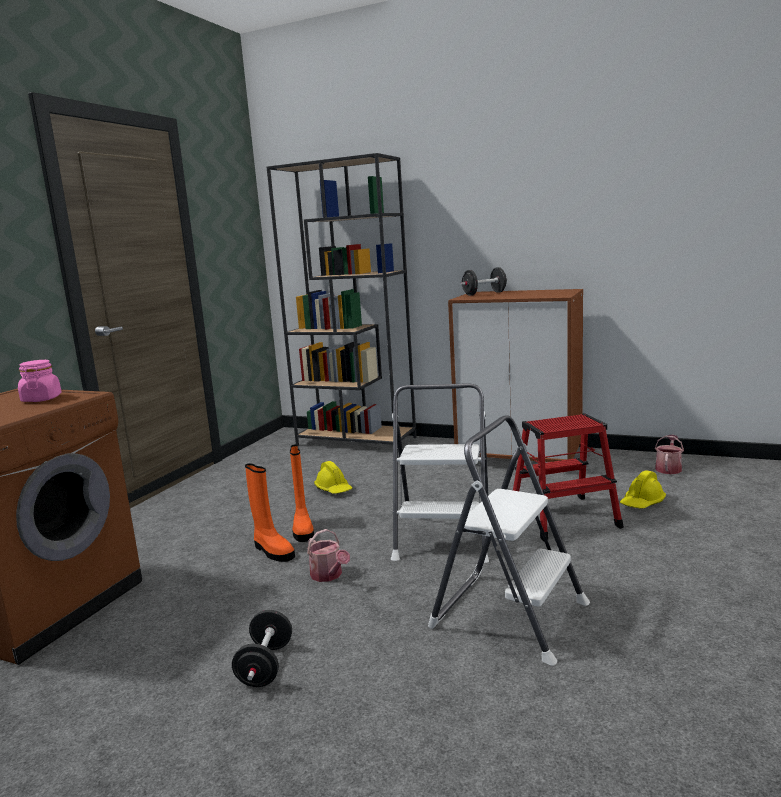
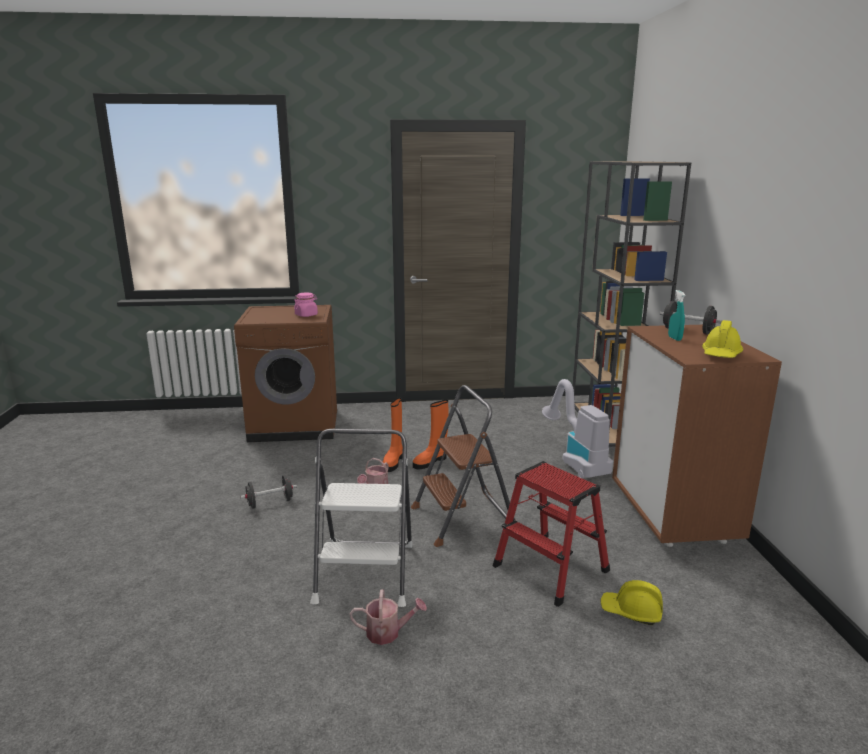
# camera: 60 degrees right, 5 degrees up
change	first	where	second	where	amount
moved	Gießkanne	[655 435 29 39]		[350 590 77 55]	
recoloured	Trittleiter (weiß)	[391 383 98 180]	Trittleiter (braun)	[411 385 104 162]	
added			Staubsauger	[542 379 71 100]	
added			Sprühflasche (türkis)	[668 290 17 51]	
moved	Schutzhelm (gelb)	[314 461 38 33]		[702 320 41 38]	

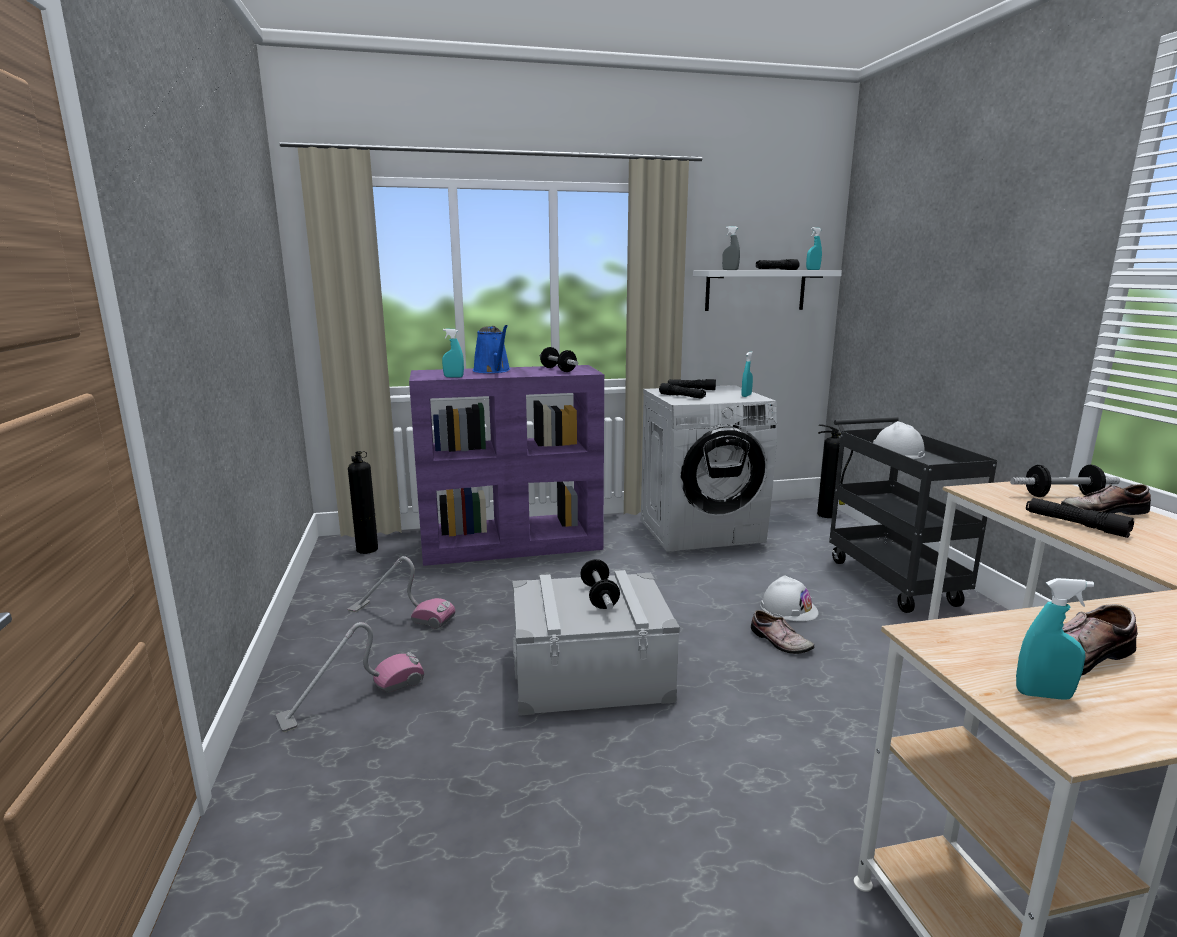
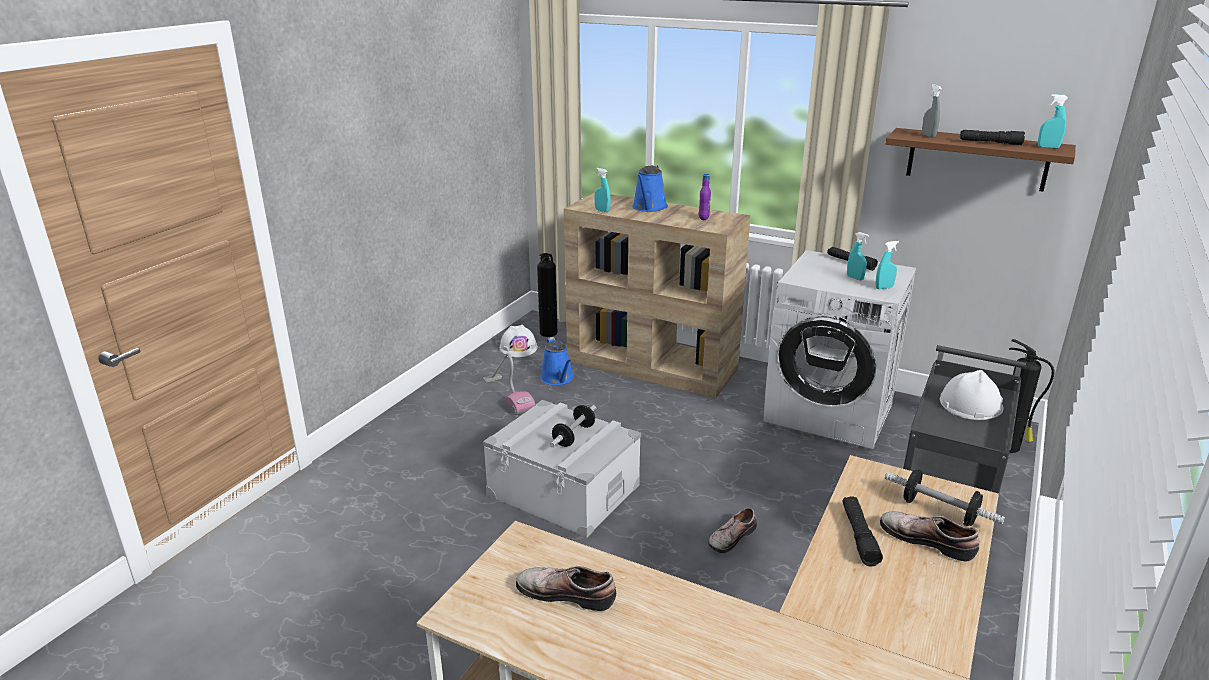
# camera: 40 degrees right, 10 degrees up
change	first	where	second	where	amount
moved	Schutzhelm (weiß)	[760 575 59 46]		[500 325 38 32]	
added			Gießkanne (blau)	[540 337 34 48]	
recoloured	Bücherregal (lila)	[409 365 195 201]	Bücherregal (braun)	[564 192 186 206]	
replaced	Hantel	[540 347 38 25]	Flasche (lila)	[699 174 12 46]	
turned	Schuh	[751 610 63 44]		[708 507 49 46]	45 degrees clockwise
moved	Sprühflasche (türkis)	[1016 578 78 122]		[847 232 22 48]	
recoloured	Wandregal (weiß)	[693 270 149 41]	Wandregal (braun)	[885 128 191 63]	
removed	Staubsauger	[276 622 148 110]			
removed	Taschenlampe (schwarz)	[659 383 47 16]			

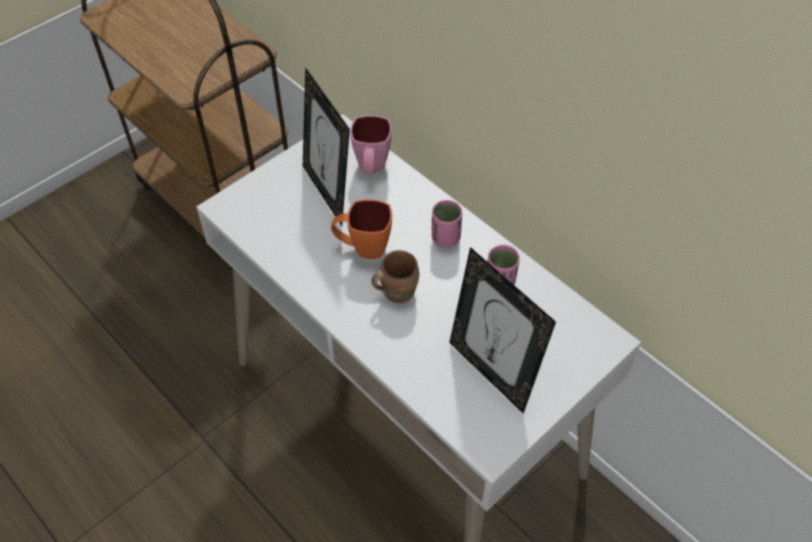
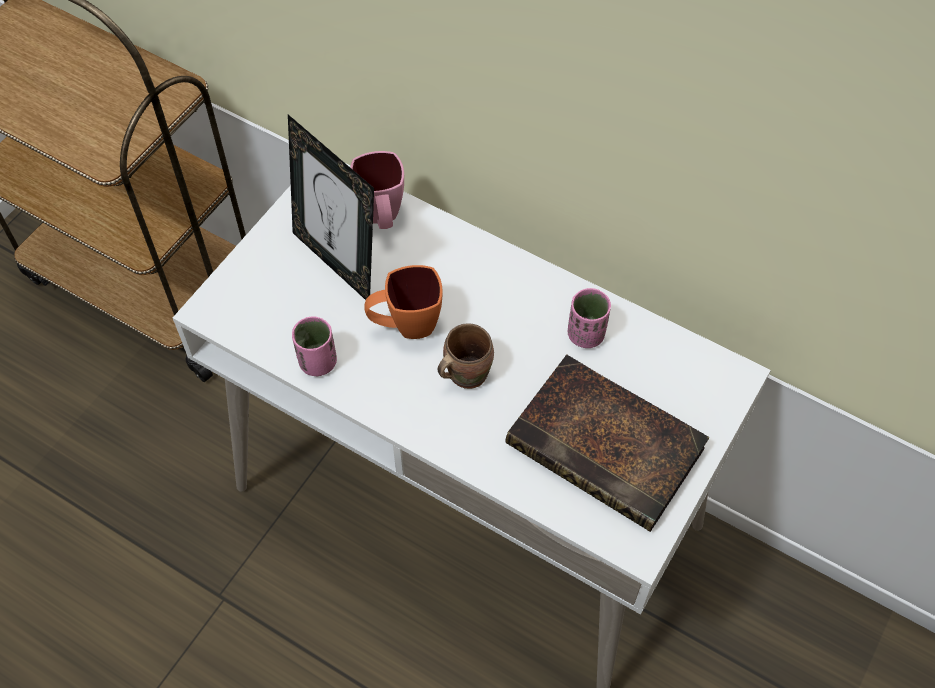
# camera: 15 degrees left, 5 degrees up
change	first	where	second	where	amount
moved	Tasse (rosa)	[432 200 30 48]		[292 316 45 60]	
replaced	Bilderrahmen	[449 247 107 167]	Buch	[505 354 204 178]	

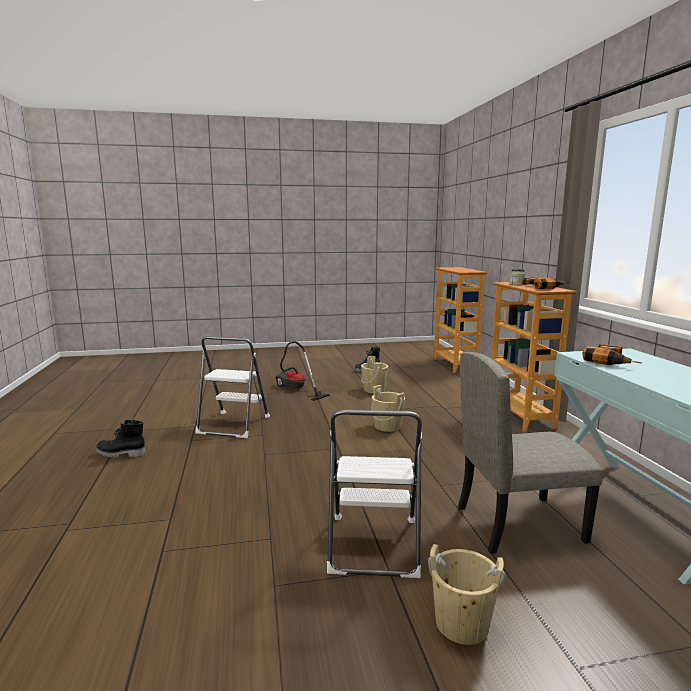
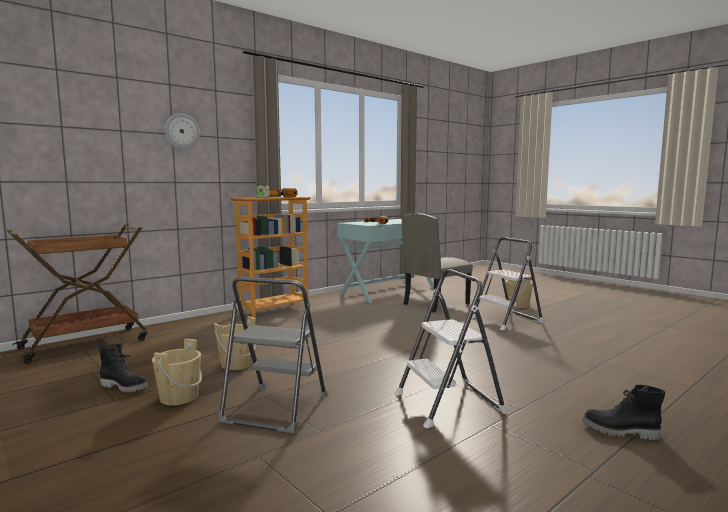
# camera: 120 degrees left, 5 degrees down
change	first	where	second	where	amount
replaced	Bücherregal	[434 267 54 106]	Rollwagen (braun)	[6 224 142 140]	
moved	Eimer (beige)	[371 385 34 47]		[152 339 50 66]	
added			Wanduhr	[165 113 35 37]	
replaced	Staubsauger	[275 341 56 60]	Trittleiter (grau)	[218 277 111 157]	
turned	Stuhl (beige)	[458 352 146 202]		[402 213 71 100]	90 degrees clockwise
turned	Stiefel (schwarz)	[96 420 50 37]		[582 385 84 55]	135 degrees clockwise

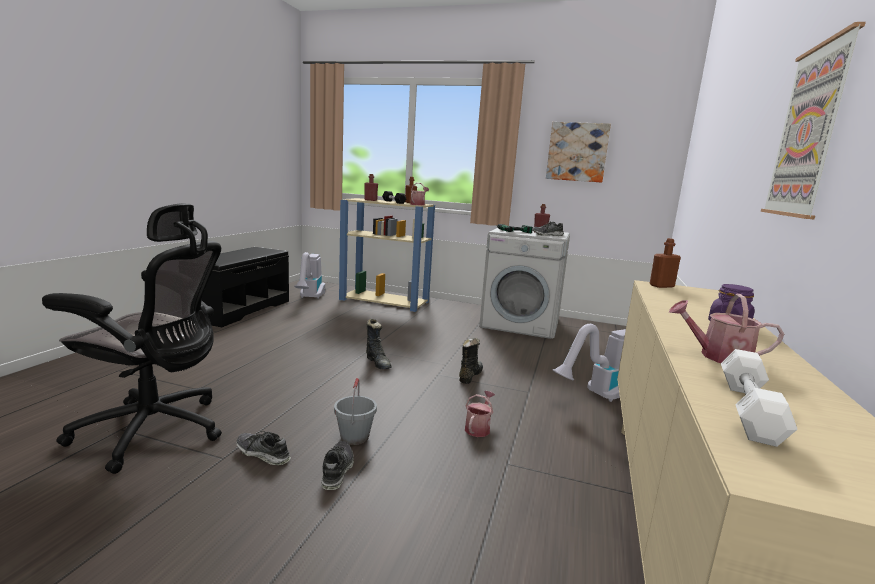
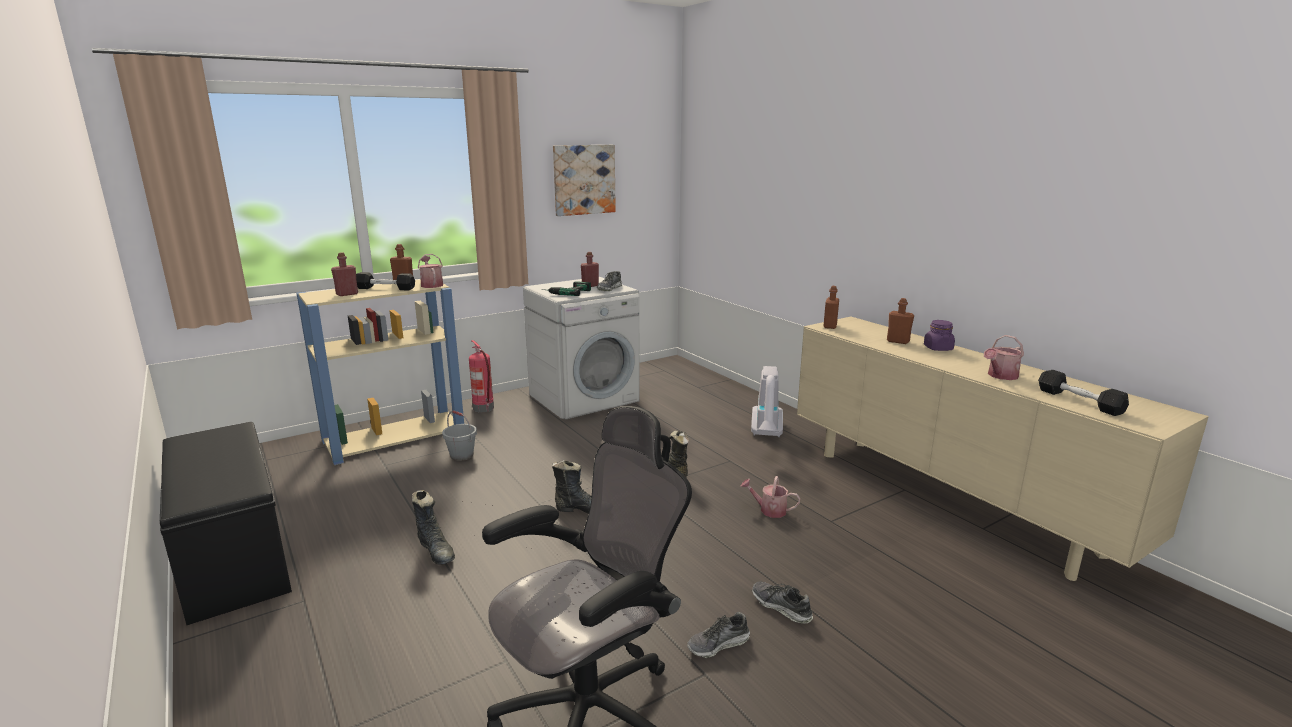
# camera: 50 degrees left, 5 degrees up
change	first	where	second	where	amount
added			Stiefel (schwarz)	[412 490 43 75]	
moved	Eimer (grau)	[334 378 43 67]		[442 410 35 51]	
added			Feuerlöscher	[469 340 25 72]	
turned	Gießkanne	[465 391 30 46]		[741 476 60 42]	45 degrees counterclockwise
added			Flasche (braun)	[887 298 27 46]	
recoloured	Hantel (weiß)	[721 349 77 98]	Hantel (schwarz)	[1038 370 91 46]	
removed	Staubsauger	[294 252 31 47]			
removed	Bild	[761 22 105 197]			

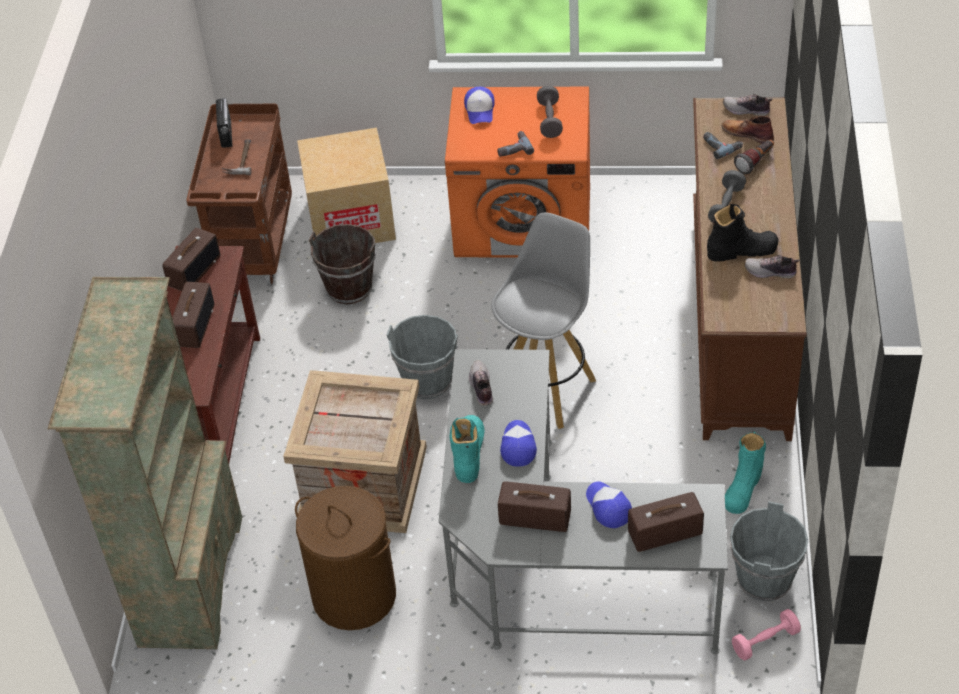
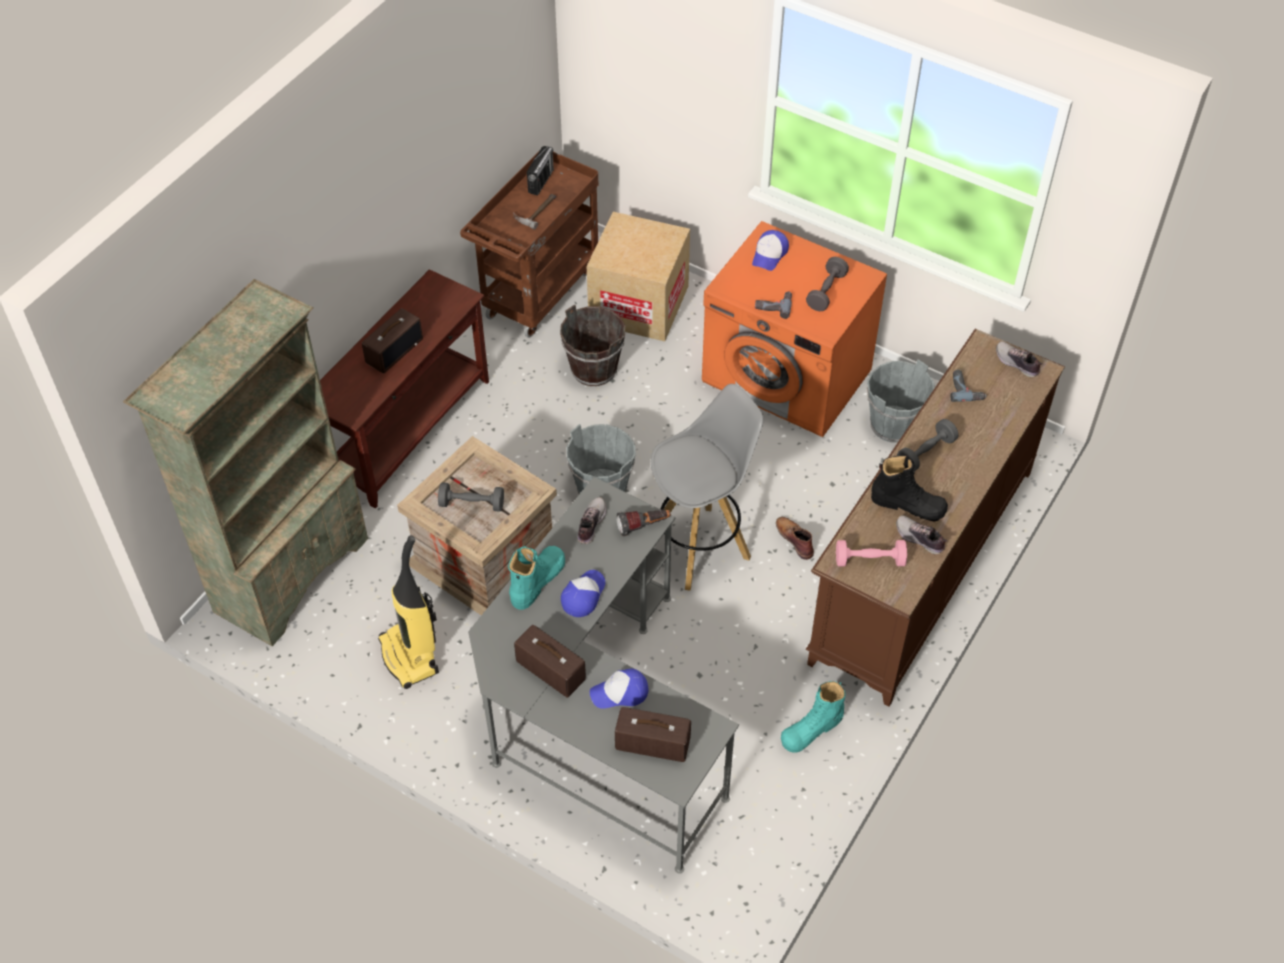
# camera: 25 degrees right, 5 degrees up
change	first	where	second	where	amount
replaced	Wäschekorb (braun)	[295 486 101 144]	Staubsauger	[378 535 61 154]	
added			Hantel (grau)	[438 482 66 30]	
turned	Kappe	[586 481 46 47]		[590 669 58 40]	105 degrees counterclockwise
moved	Taschenlampe	[734 140 40 35]		[617 509 54 27]	
moved	Stiefel (braun)	[722 116 52 28]		[776 517 38 43]	
moved	Hantel (rosa)	[732 609 69 51]		[836 540 71 26]	
moved	Eimer (grau)	[730 501 78 100]		[867 359 68 84]	
removed	Radio	[162 228 58 63]			

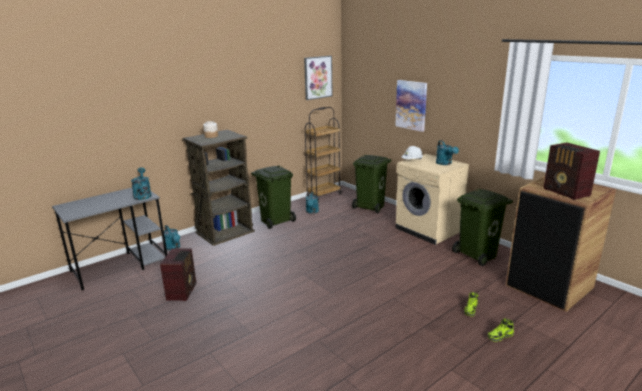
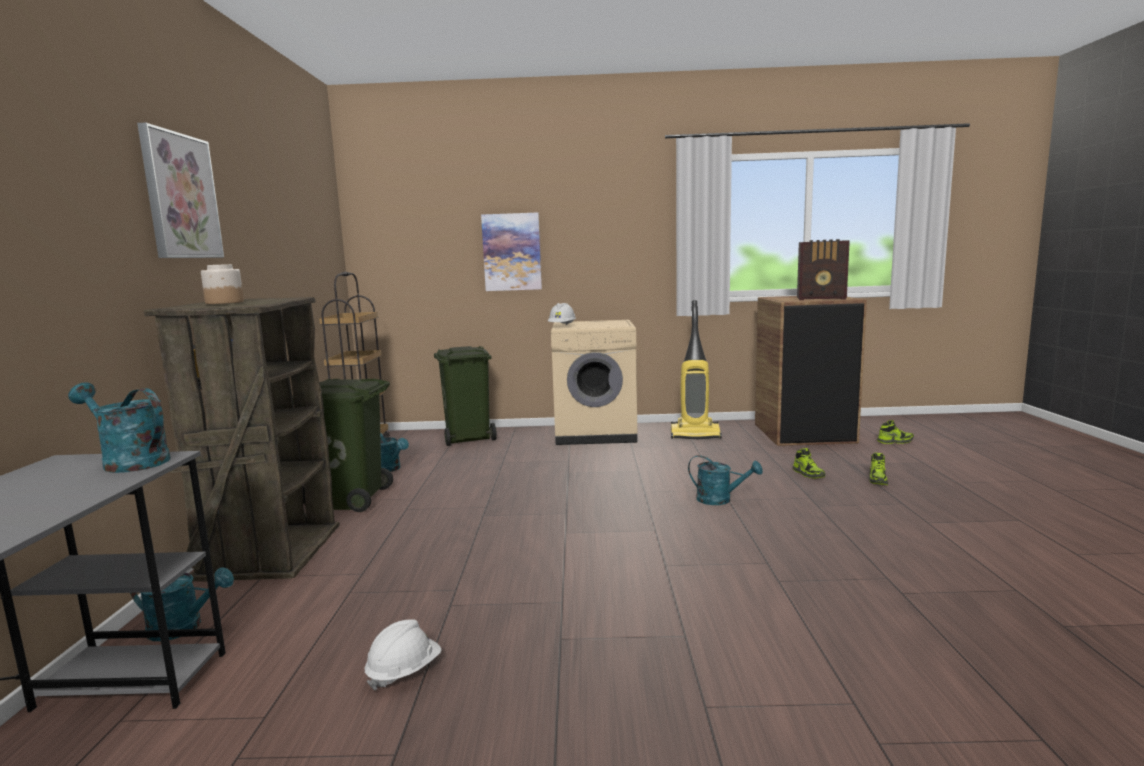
# camera: 50 degrees left, 10 degrees down
change	first	where	second	where	amount
moved	Bild	[304 56 29 44]		[137 123 87 135]	
replaced	Radio	[160 249 36 52]	Schutzhelm (weiß)	[364 619 78 72]	
replaced	Mülleimer (grün)	[452 189 61 77]	Staubsauger	[671 300 51 140]	
moved	Gießkanne (türkis)	[436 140 23 25]		[688 455 75 50]	
added			Schuh	[877 420 37 24]	

